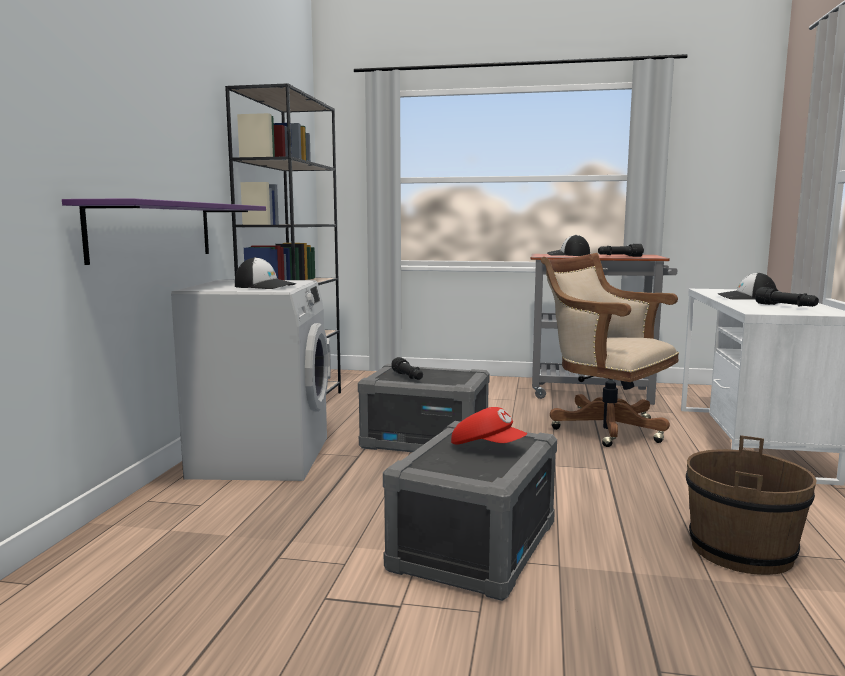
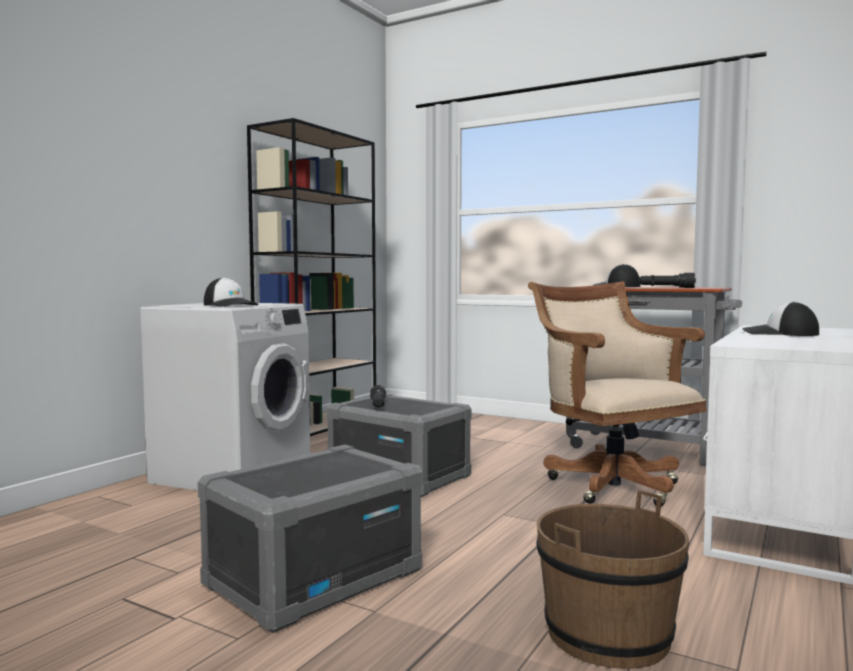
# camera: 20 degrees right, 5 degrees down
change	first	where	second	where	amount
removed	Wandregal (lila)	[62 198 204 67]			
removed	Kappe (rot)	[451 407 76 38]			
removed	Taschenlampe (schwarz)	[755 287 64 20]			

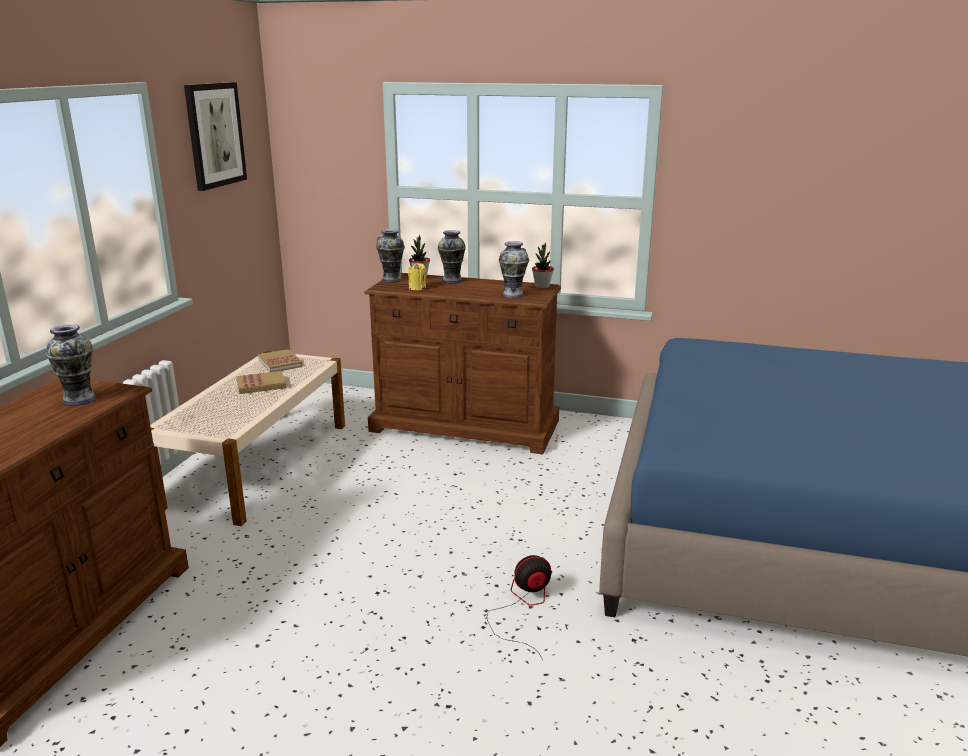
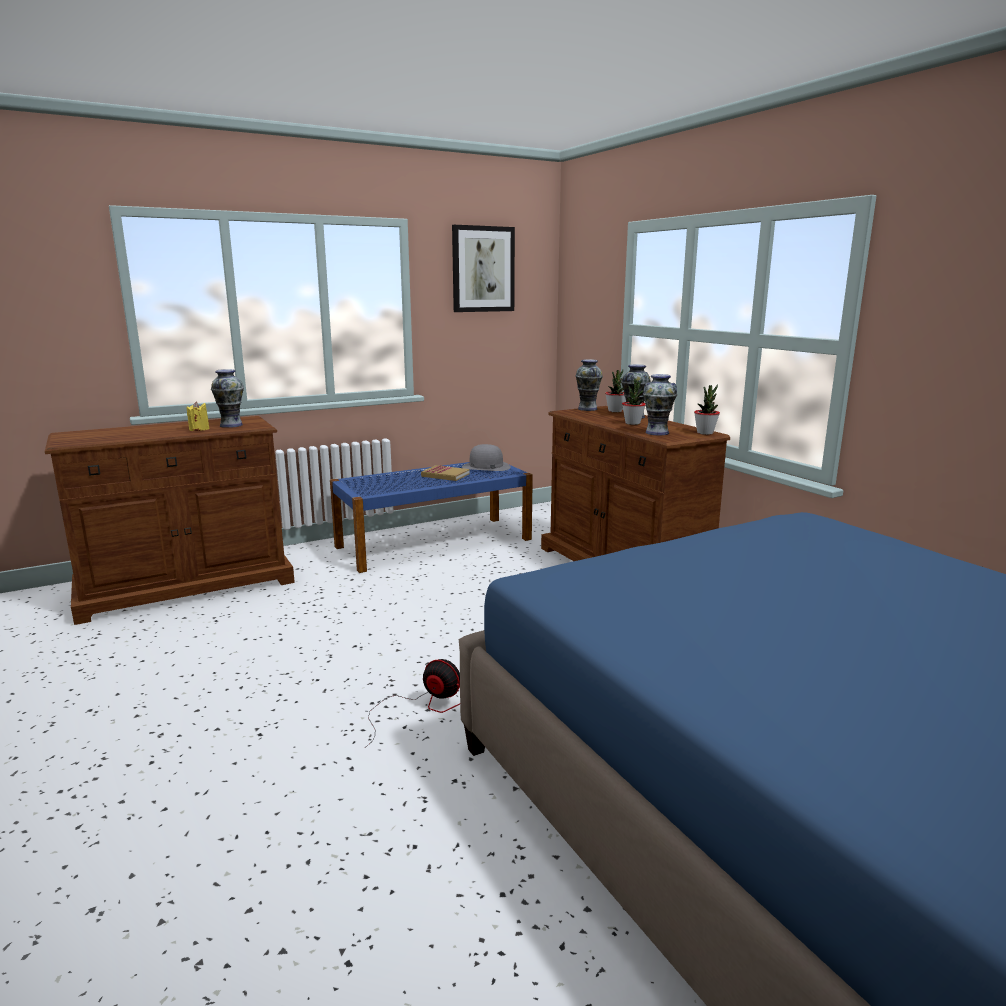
# camera: 45 degrees right, 5 degrees down
change	first	where	second	where	amount
moved	Kerze (gelb)	[408 263 18 27]		[187 401 23 30]	
recoloured	Bank (beige)	[150 350 195 176]	Bank (blau)	[330 462 203 111]	
replaced	Buch	[258 349 45 23]	Hut (grau)	[462 444 49 27]	
added			Topfpflanze	[622 379 24 46]	

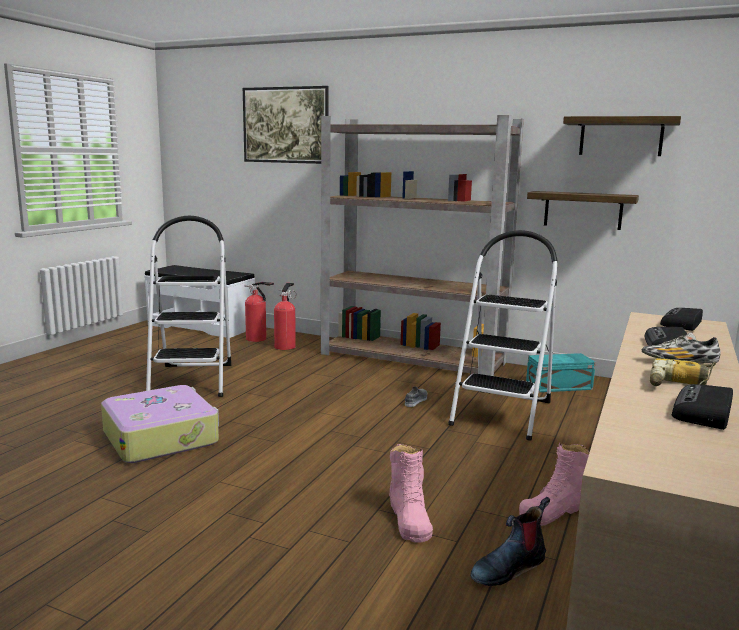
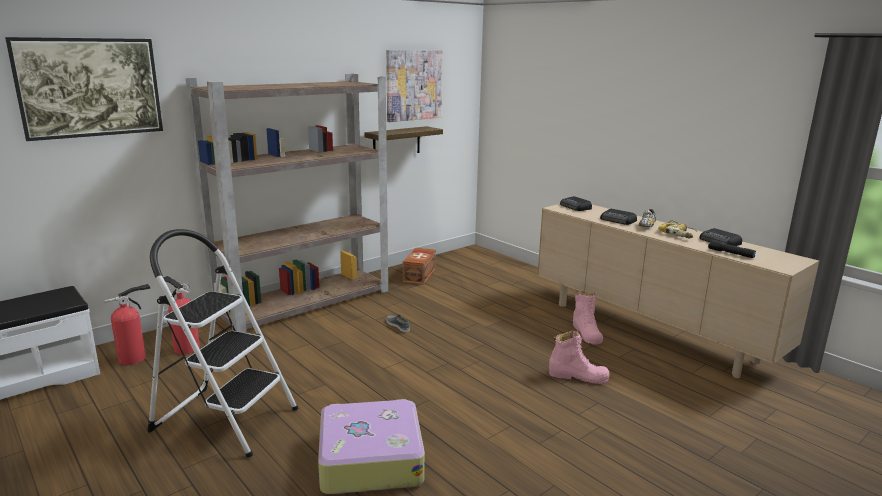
# camera: 65 degrees left, 5 degrees up
change	first	where	second	where	amount
replaced	Wandregal	[563 116 118 40]	Bild	[386 50 57 72]	
recoloured	Aufbewahrungsbox (türkis)	[526 353 70 39]	Aufbewahrungsbox (braun)	[403 248 33 36]	
added			Taschenlampe (schwarz)	[708 240 48 18]	
removed	Trittleiter	[448 230 110 211]			
removed	Stiefel	[470 497 80 89]			

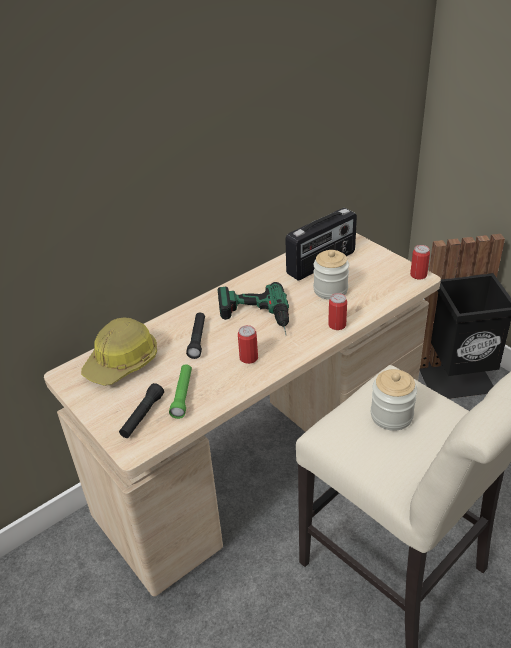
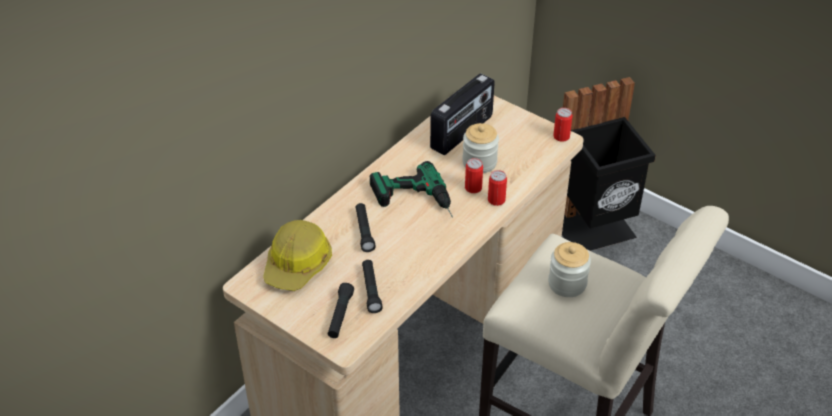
# camera: 15 degrees left, 5 degrees up
change	first	where	second	where	amount
recoloured	Taschenlampe (grün)	[169 364 23 55]	Taschenlampe (schwarz)	[362 260 21 53]	
moved	Dose	[238 325 20 39]		[465 158 18 35]	

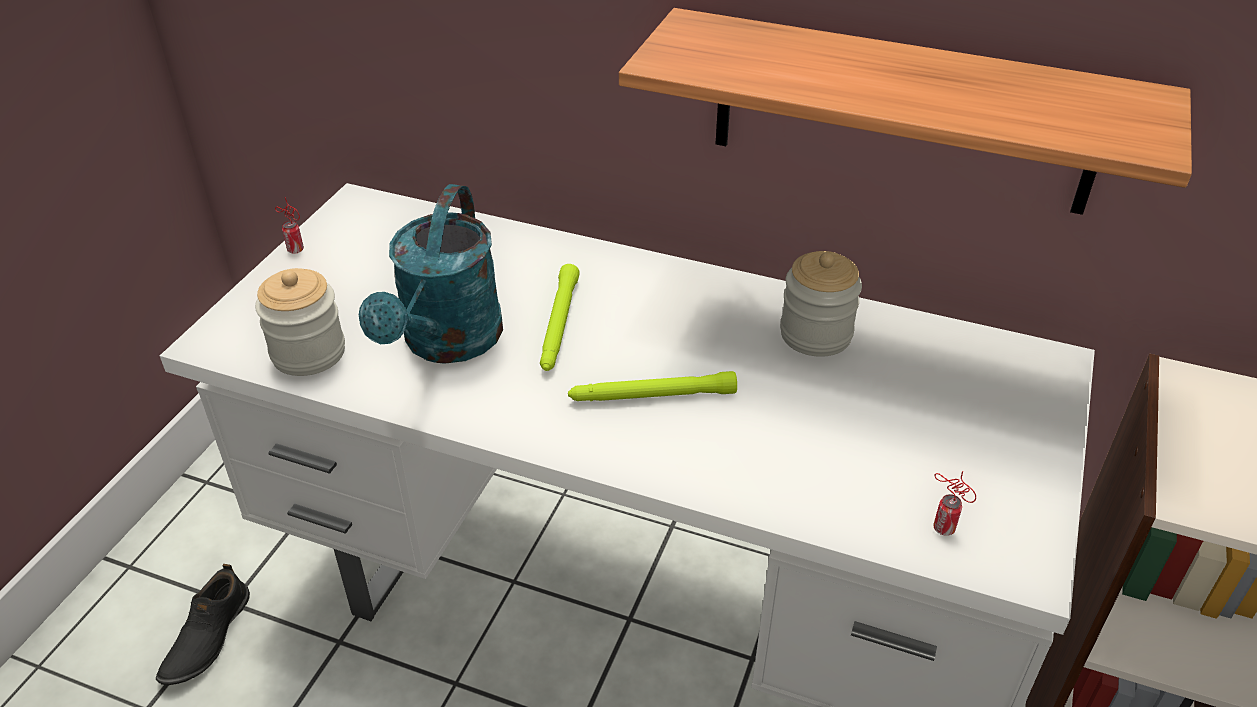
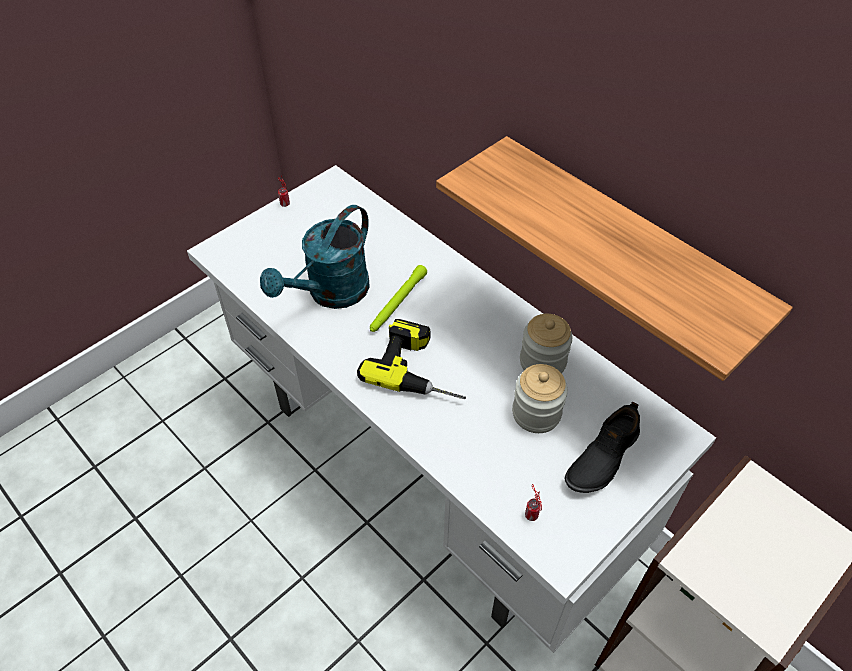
# camera: 25 degrees right, 10 degrees up
change	first	where	second	where	amount
replaced	Taschenlampe (grün)	[568 371 169 30]	Bohrmaschine	[357 319 109 80]	
moved	Vorratsglas	[255 268 90 108]		[512 364 56 69]	
moved	Schuh (schwarz)	[156 564 94 121]		[565 402 75 91]	

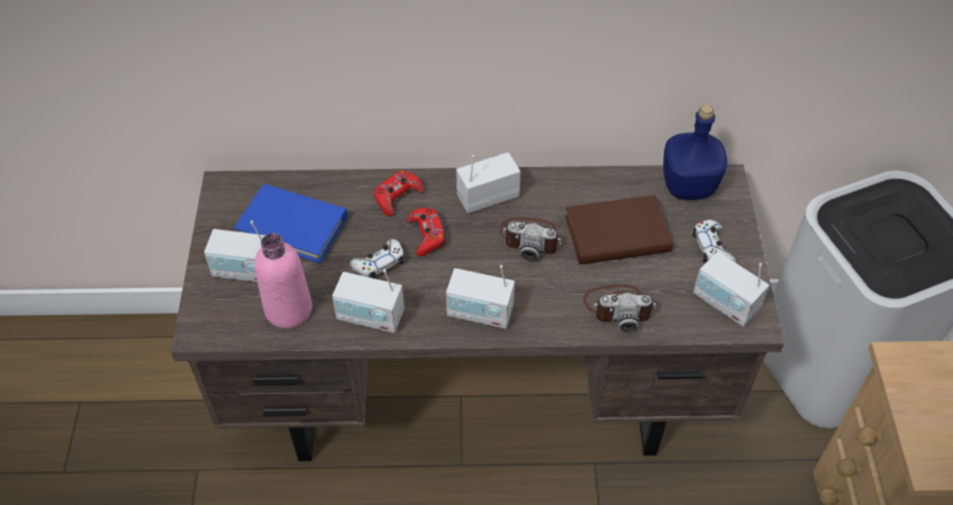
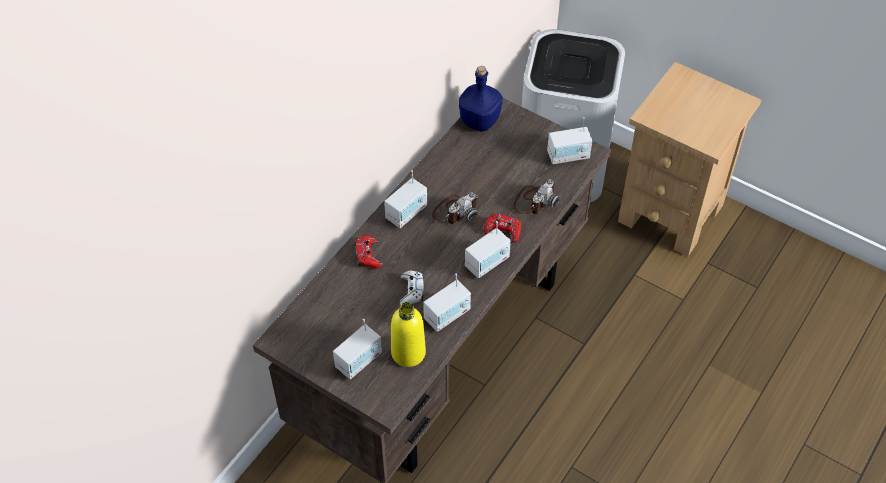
# camera: 55 degrees left, 0 degrees up
change	first	where	second	where	amount
turned	Radio	[456 152 65 61]		[384 170 43 58]	150 degrees counterclockwise
recoloured	Flasche (rosa)	[254 233 58 95]	Flasche (gelb)	[391 302 35 65]	
moved	Gamepad (rot)	[406 208 40 48]		[483 213 38 29]	
removed	Buch (blau)	[234 184 114 79]			
removed	Buch (braun)	[565 195 108 70]			
removed	Gamepad (weiß)	[693 220 43 43]			

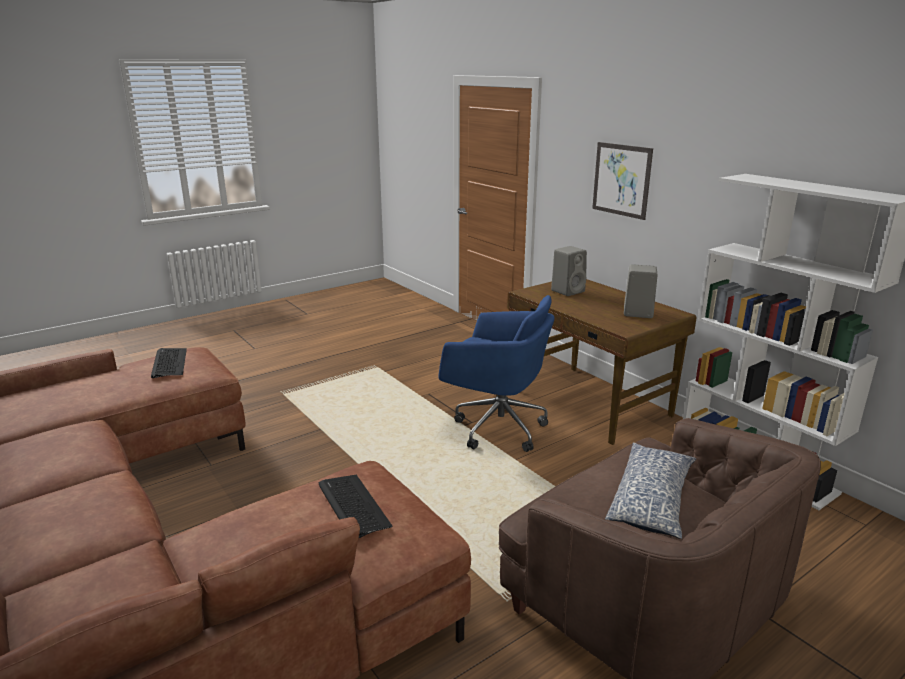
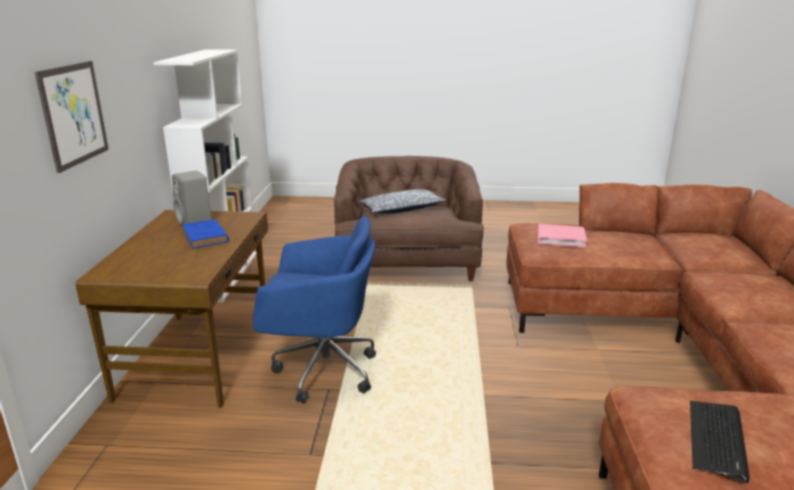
# camera: 140 degrees left, 0 degrees up
change	first	where	second	where	amount
added			Buch (blau)	[182 219 47 30]	
turned	Bürostuhl (blau)	[439 295 116 157]		[253 216 123 187]	120 degrees clockwise
replaced	Tastatur	[319 475 73 63]	Buch (rosa)	[538 224 49 24]	
removed	Lautsprecher (grau)	[551 246 36 50]			

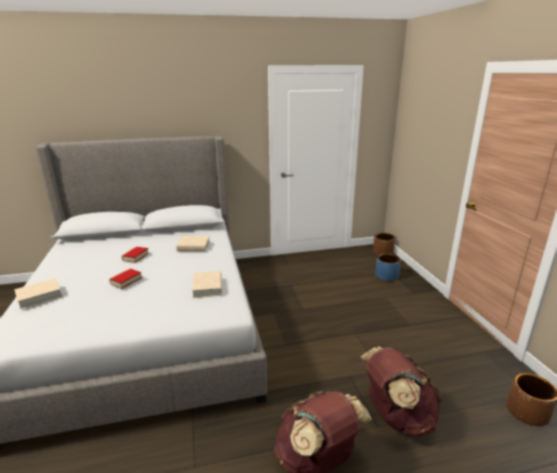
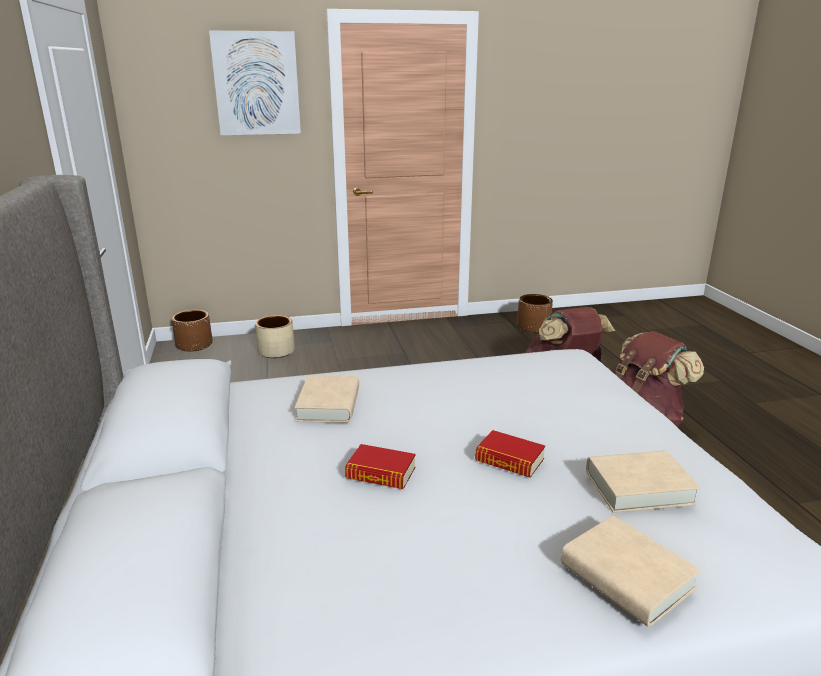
# camera: 90 degrees left, 0 degrees up
change	first	where	second	where	amount
added			Bild	[209 31 92 104]	
recoloured	Pflanzkübel (blau)	[375 253 26 28]	Pflanzkübel (beige)	[255 315 40 43]	
moved	Buch (beige)	[192 271 30 27]		[586 451 114 62]	

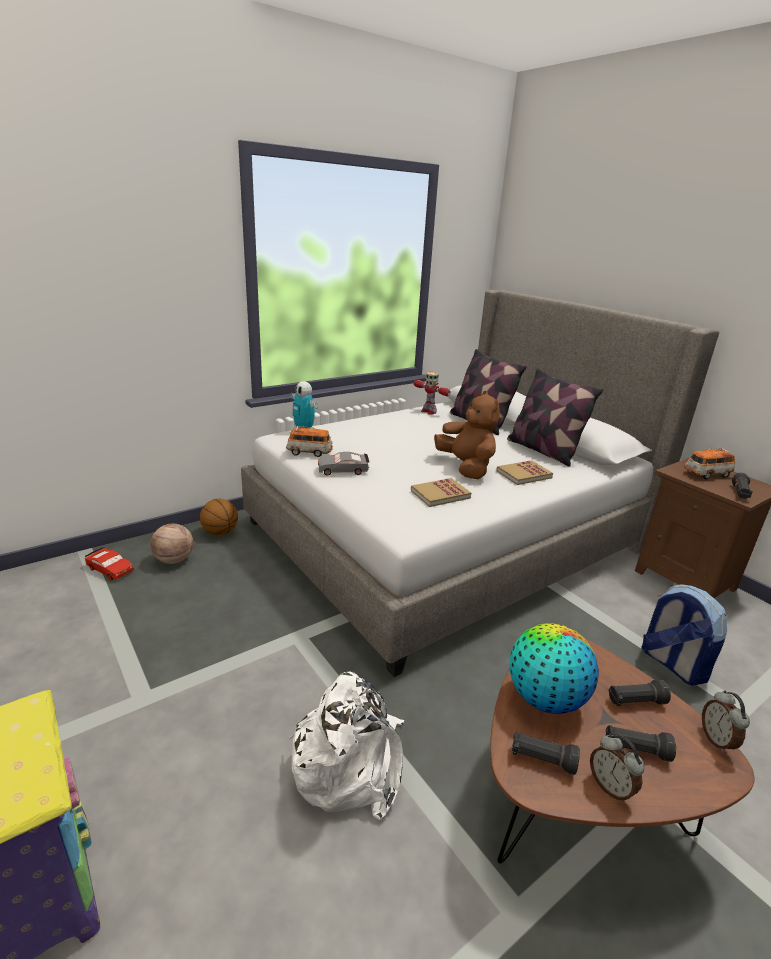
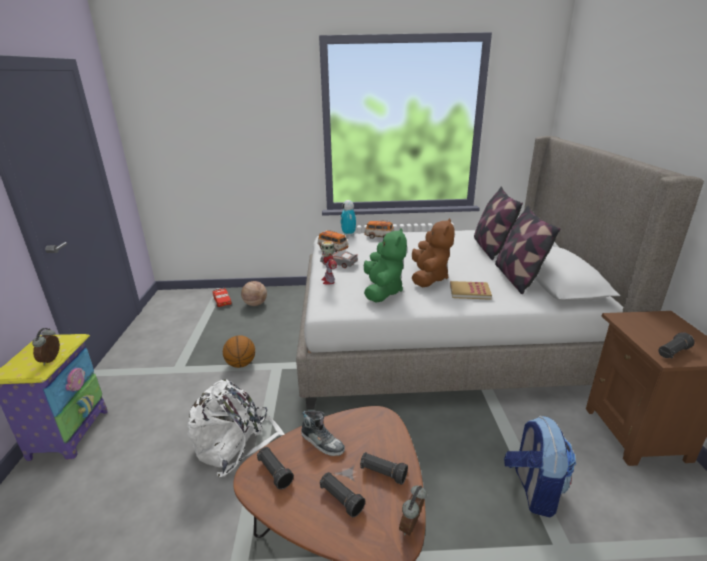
# camera: 35 degrees right, 0 degrees up
change	first	where	second	where	amount
moved	Wecker	[590 734 55 68]		[32 328 28 37]	
moved	Basketball	[200 499 38 36]		[223 335 32 33]	
replaced	Globus	[510 623 89 91]	Schuh	[301 410 44 46]	
moved	Spielzeugroboter	[414 372 37 43]		[321 241 16 44]	
moved	Spielzeugauto	[684 448 51 31]		[364 220 30 19]	
replaced	Buch	[411 478 60 29]	Plüschtier (grün)	[364 228 43 75]	

